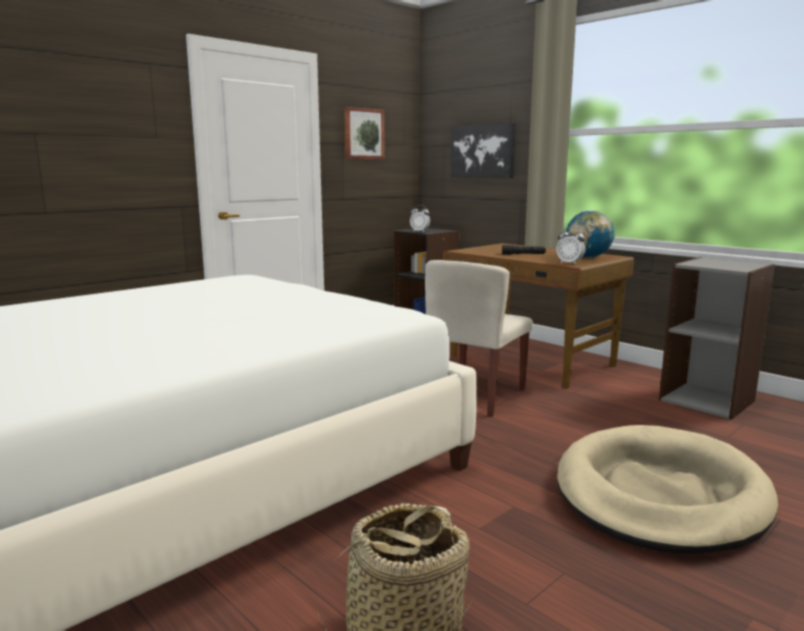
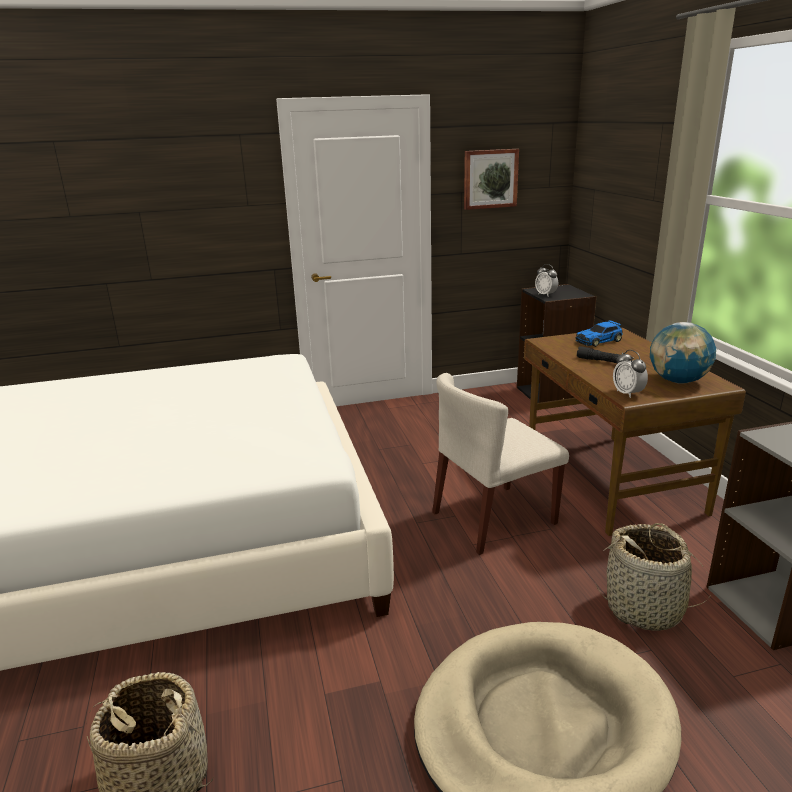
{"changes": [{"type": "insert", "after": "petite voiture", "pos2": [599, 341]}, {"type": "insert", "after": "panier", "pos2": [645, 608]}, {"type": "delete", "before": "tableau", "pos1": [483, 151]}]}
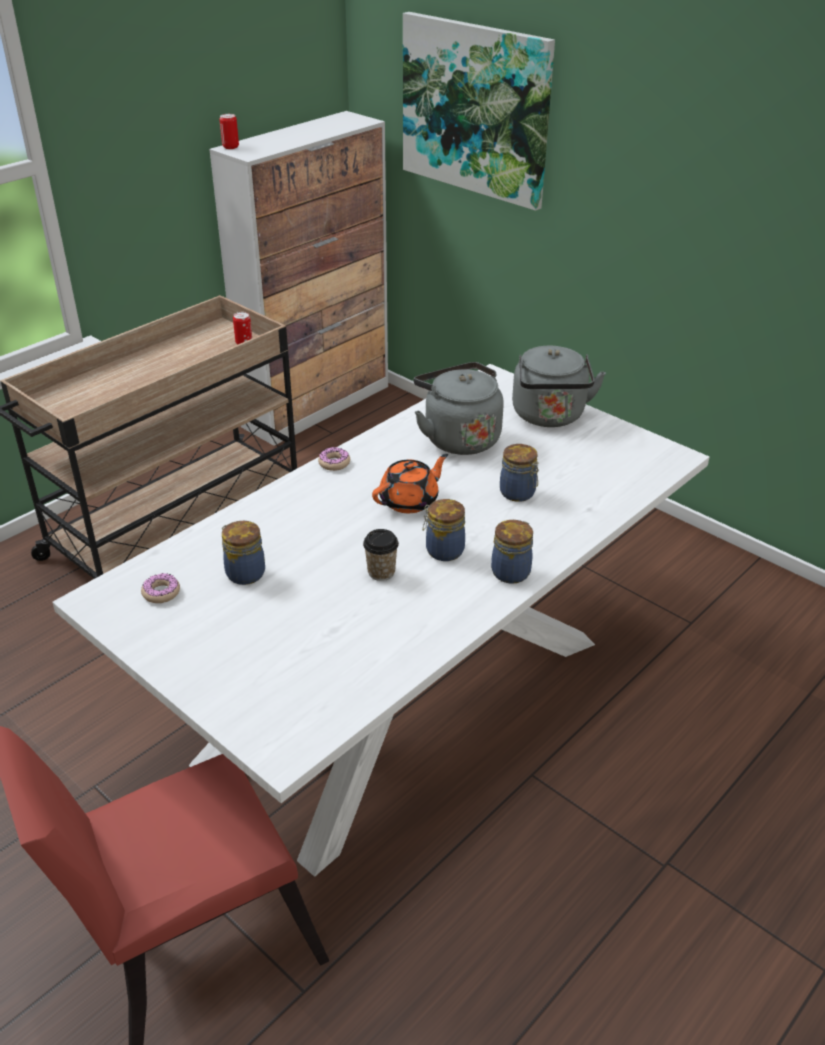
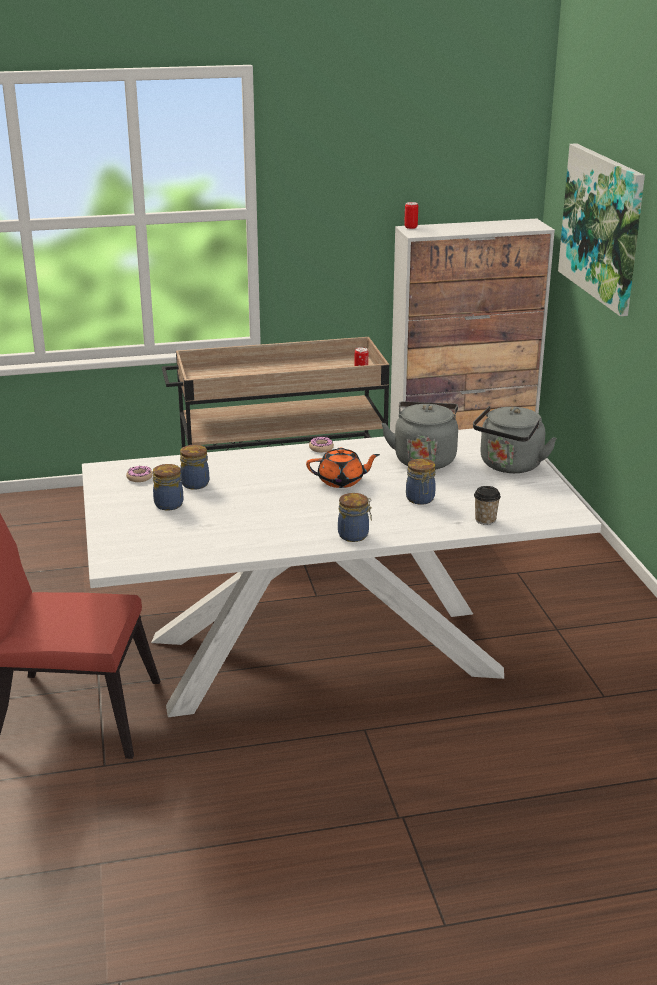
{"changes": [{"type": "move", "before": "bocal", "pos1": [443, 550], "pos2": [168, 504]}, {"type": "move", "before": "tasse", "pos1": [381, 572], "pos2": [485, 520]}]}
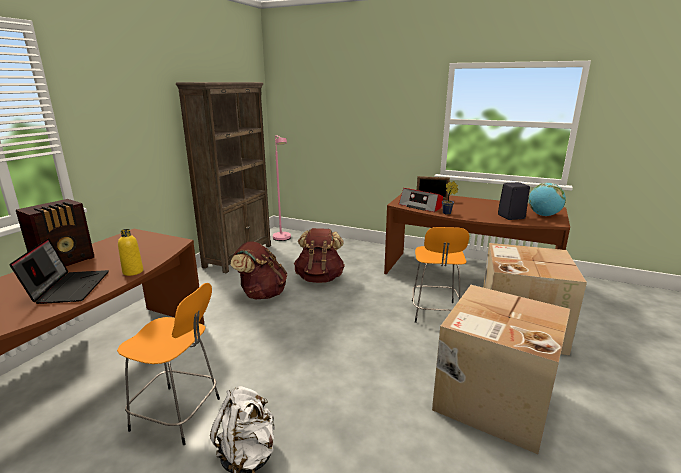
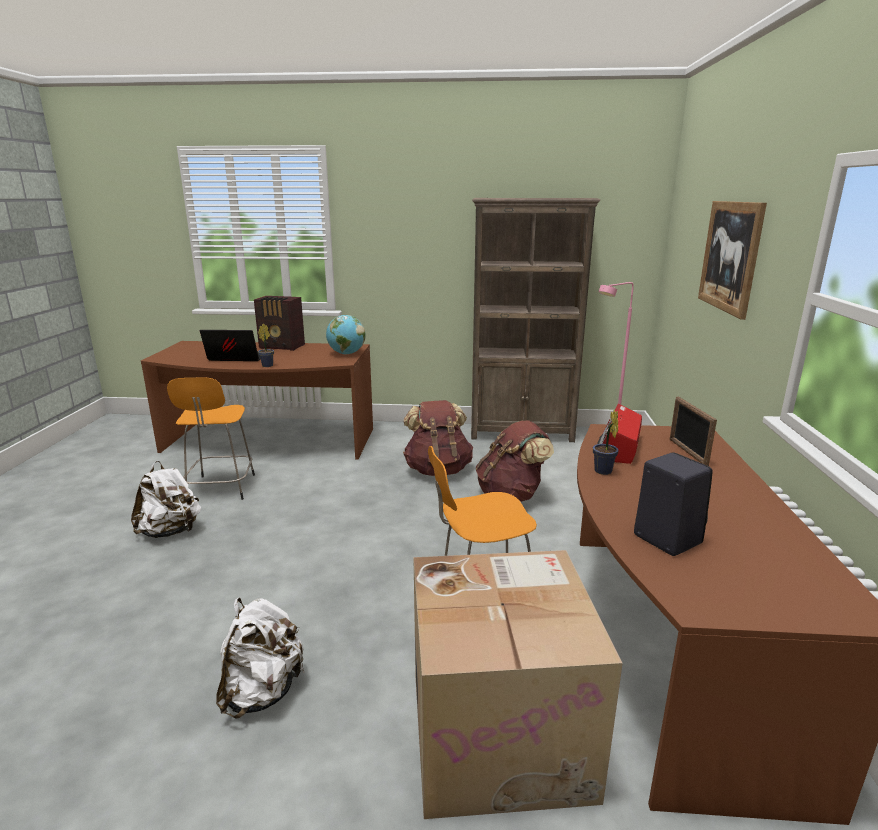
{"changes": [{"type": "rotate", "before": "ordinateur portable", "pos1": [68, 287], "pos2": [236, 358], "turn": -150}, {"type": "replace", "before": "carton", "after": "sac à dos [blanc]", "pos1": [492, 399], "pos2": [262, 691]}, {"type": "replace", "before": "bouteille [jaune]", "after": "plante en pot", "pos1": [133, 272], "pos2": [268, 365]}, {"type": "move", "before": "globe", "pos1": [543, 215], "pos2": [346, 354]}, {"type": "insert", "after": "tableau", "pos2": [730, 256]}]}
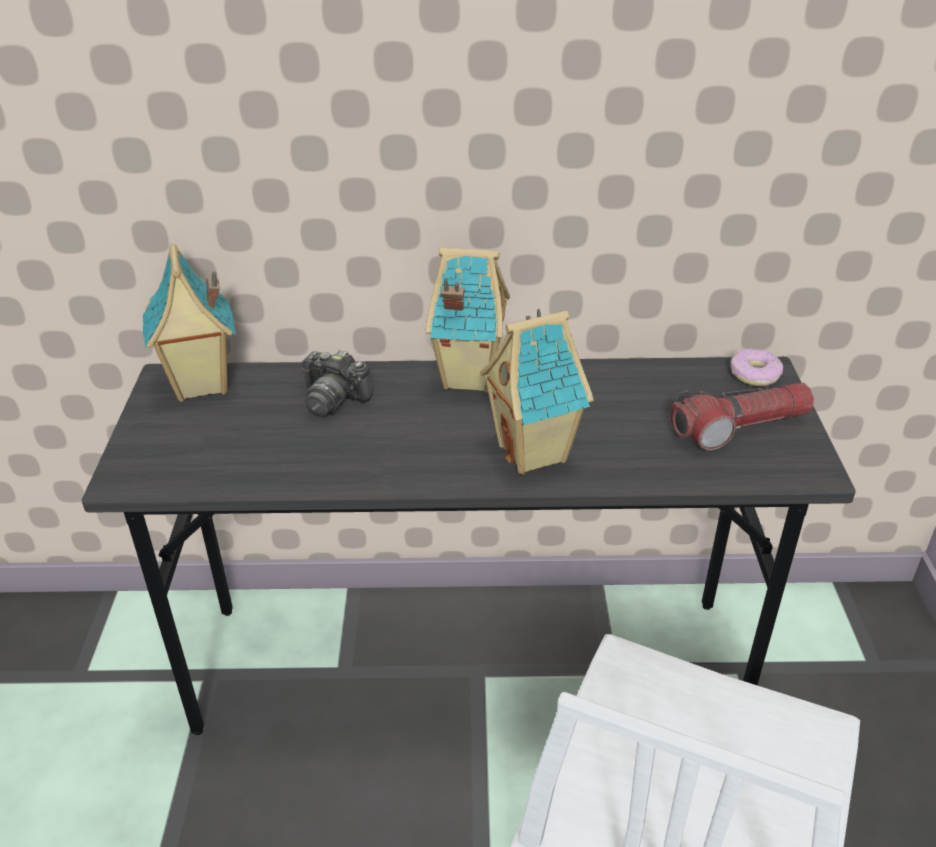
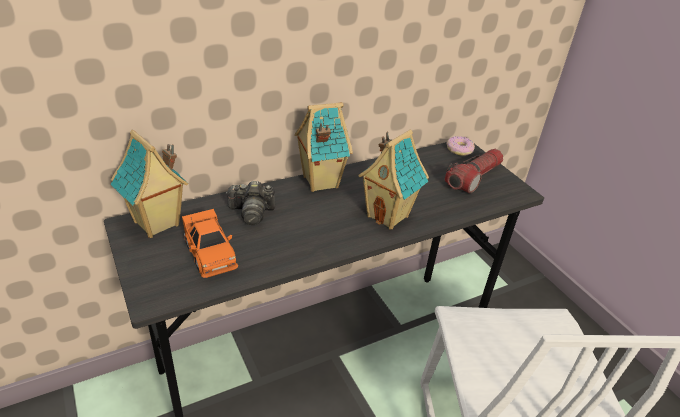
{"changes": [{"type": "insert", "after": "petite voiture [orange]", "pos2": [210, 254]}]}
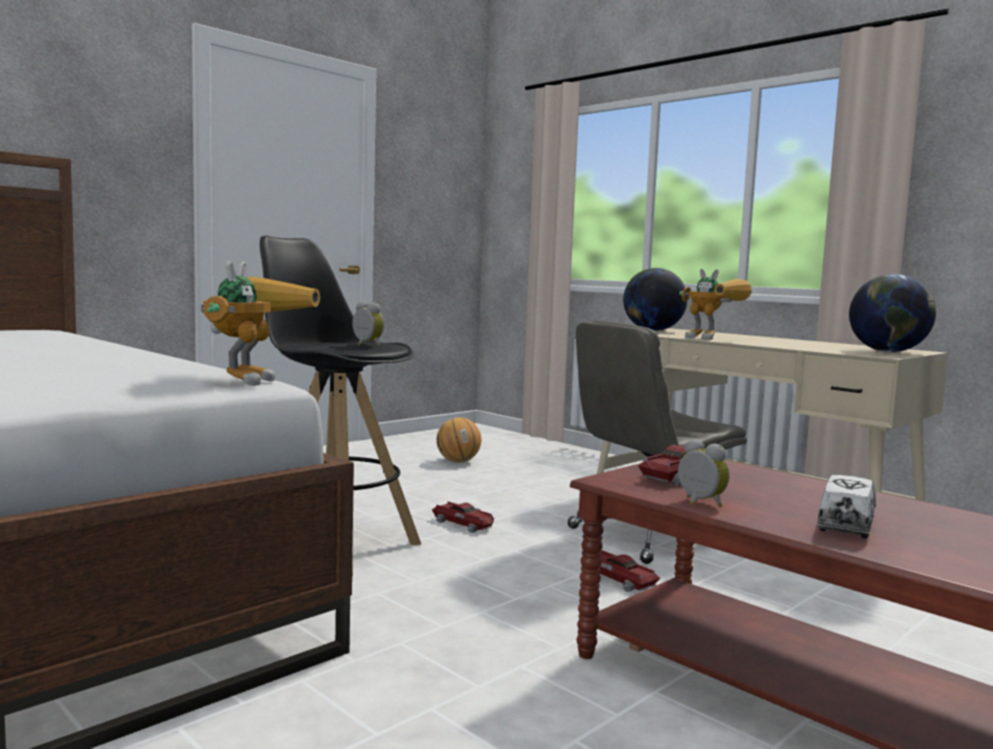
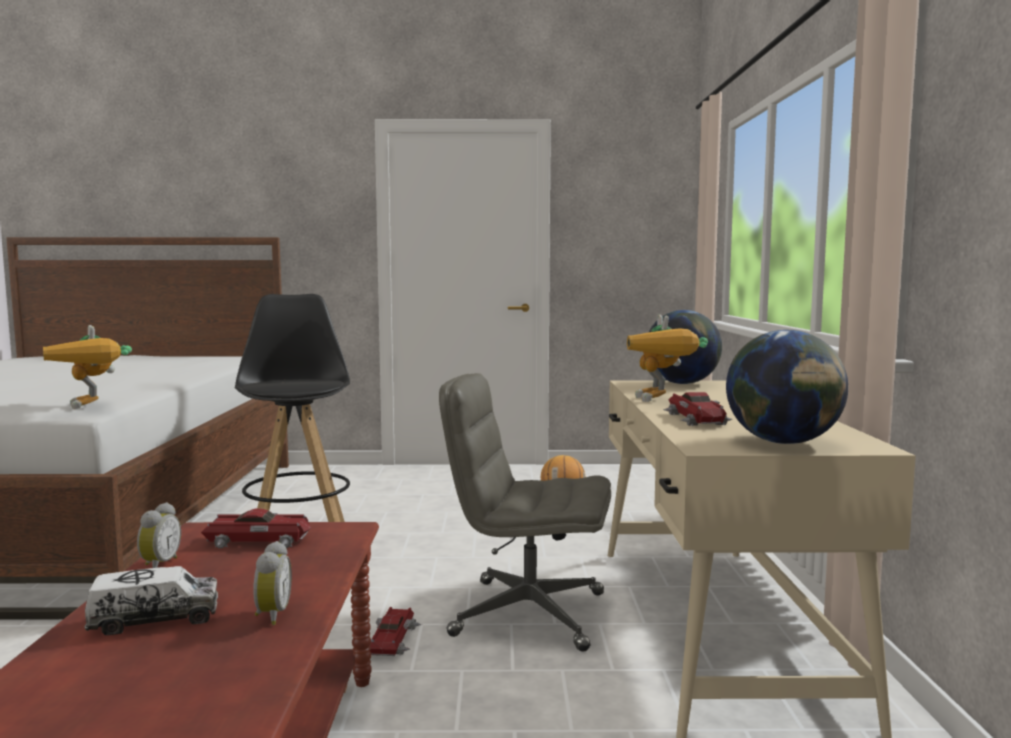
{"changes": [{"type": "rotate", "before": "robot jouet", "pos1": [252, 379], "pos2": [93, 407], "turn": 90}, {"type": "move", "before": "réveil", "pos1": [366, 345], "pos2": [270, 615]}, {"type": "move", "before": "petite voiture", "pos1": [464, 524], "pos2": [697, 419]}]}
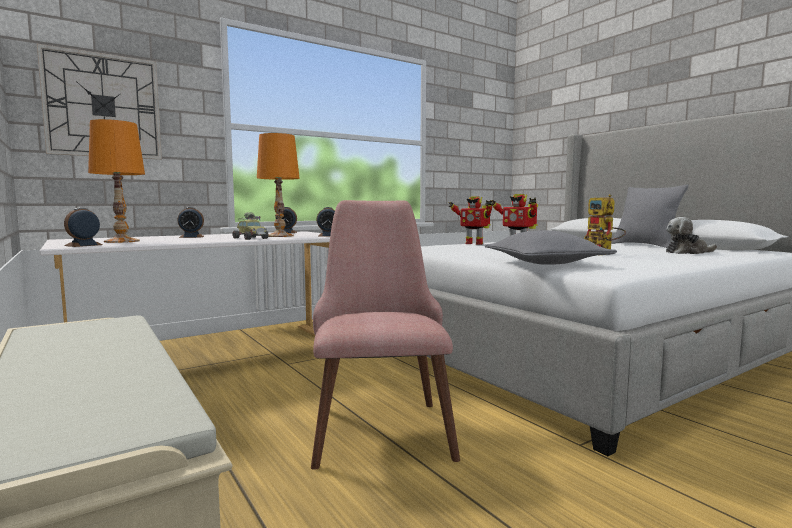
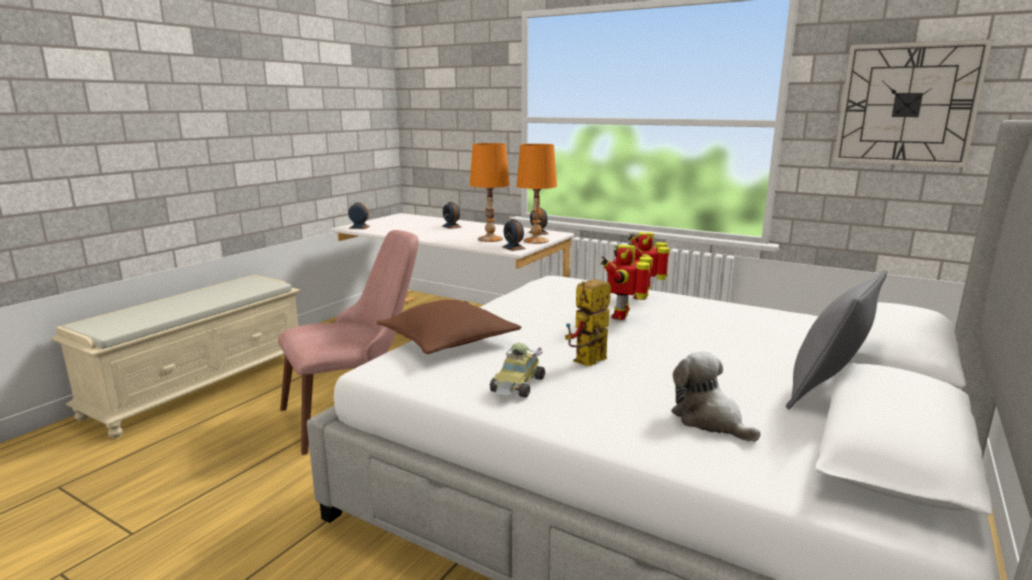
{"changes": [{"type": "recolor", "before": "coussin [gris]", "after": "coussin [marron]", "pos1": [545, 263], "pos2": [448, 340]}, {"type": "move", "before": "petite voiture", "pos1": [251, 238], "pos2": [518, 385]}, {"type": "move", "before": "lampe de table [orange]", "pos1": [121, 241], "pos2": [535, 241]}, {"type": "move", "before": "horloge murale", "pos1": [103, 106], "pos2": [907, 105]}]}
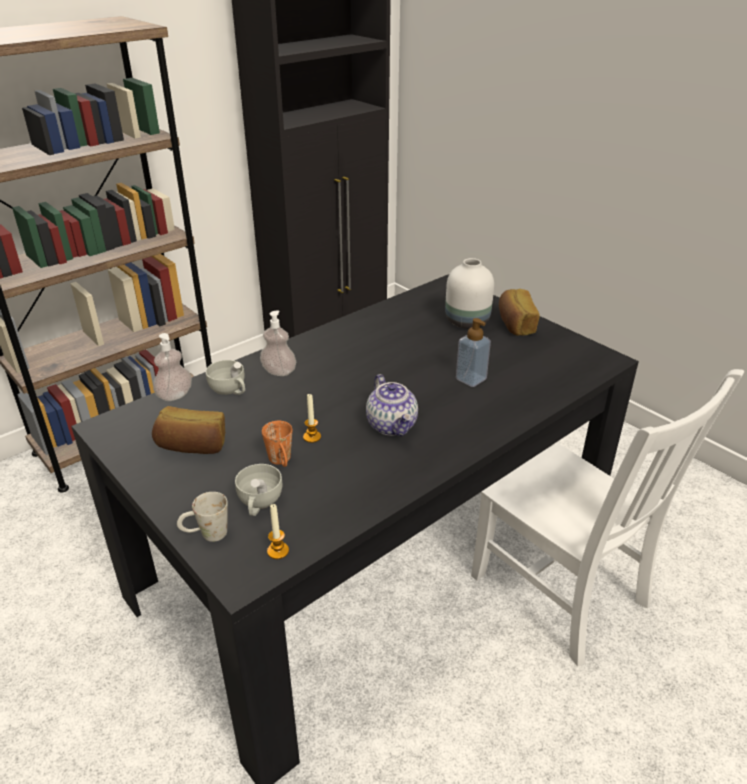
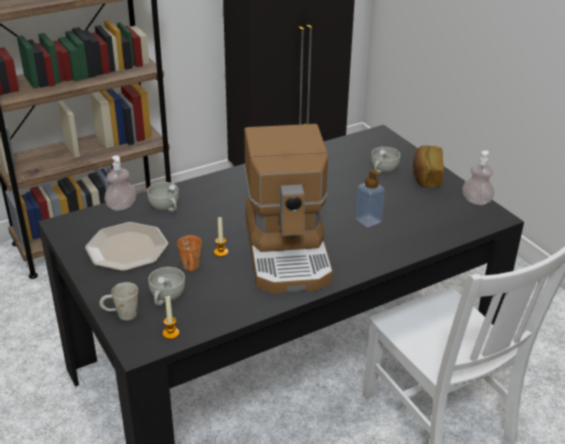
{"changes": [{"type": "replace", "before": "pain", "after": "assiette", "pos1": [192, 446], "pos2": [126, 248]}, {"type": "replace", "before": "théière", "after": "machine à café", "pos1": [392, 425], "pos2": [288, 251]}, {"type": "replace", "before": "vase [blanc]", "after": "tasse [blanc]", "pos1": [466, 322], "pos2": [382, 170]}, {"type": "move", "before": "distributeur de savon", "pos1": [279, 371], "pos2": [476, 201]}]}
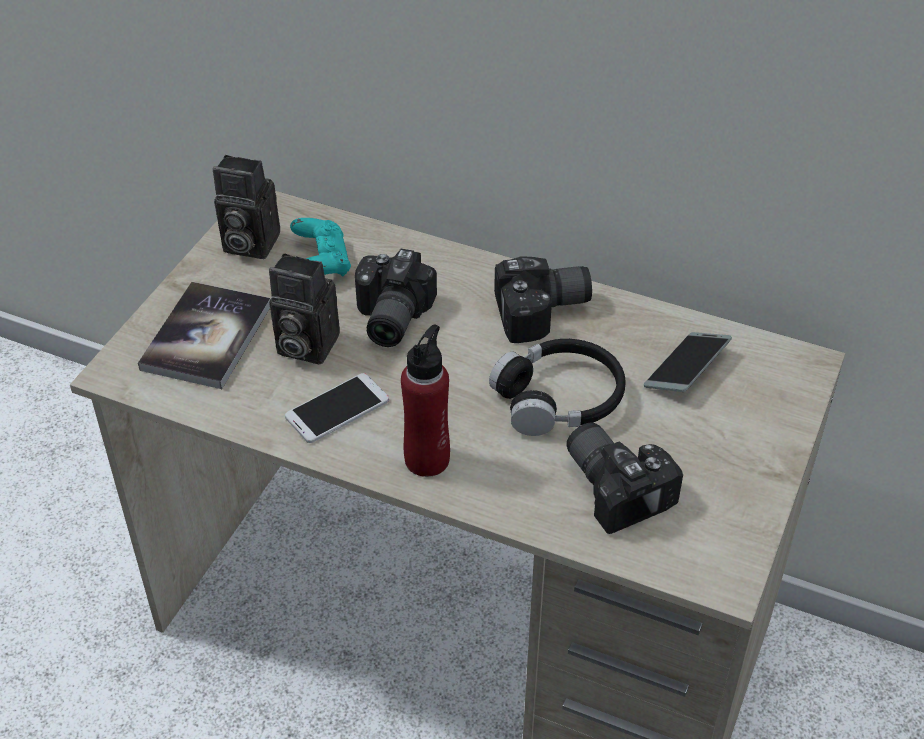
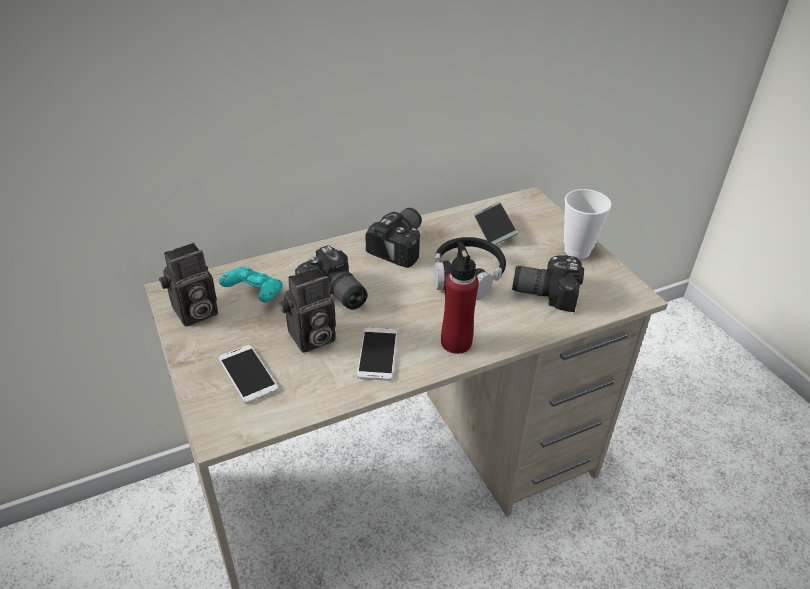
{"changes": [{"type": "replace", "before": "livre", "after": "téléphone", "pos1": [207, 337], "pos2": [248, 374]}, {"type": "insert", "after": "tasse", "pos2": [577, 251]}]}
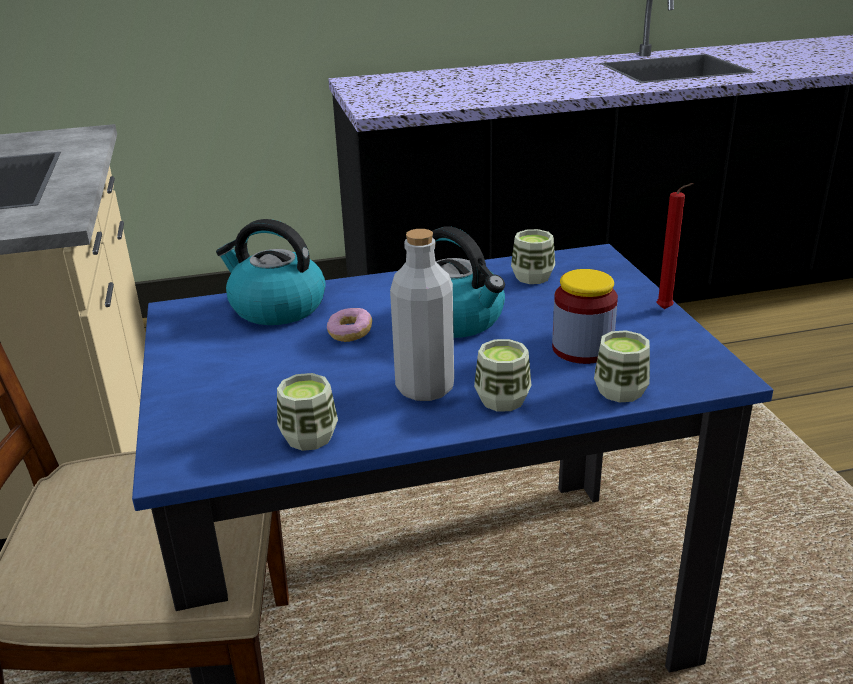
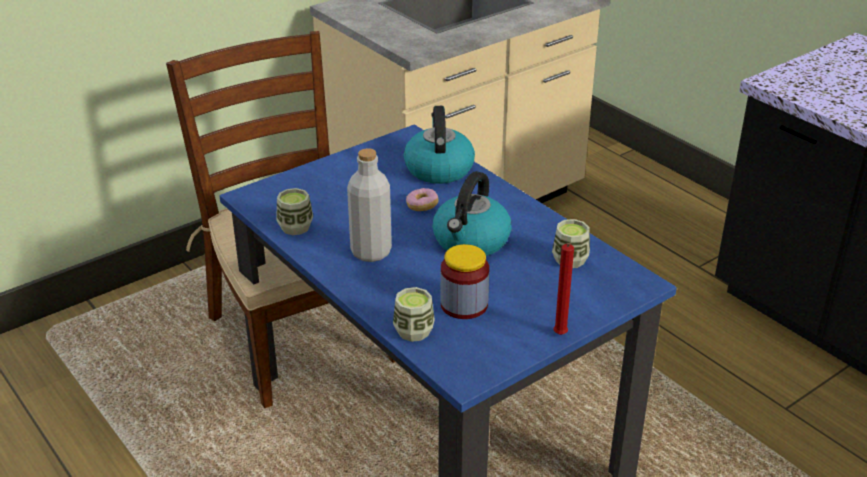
{"changes": [{"type": "delete", "before": "tasse", "pos1": [502, 400]}]}
